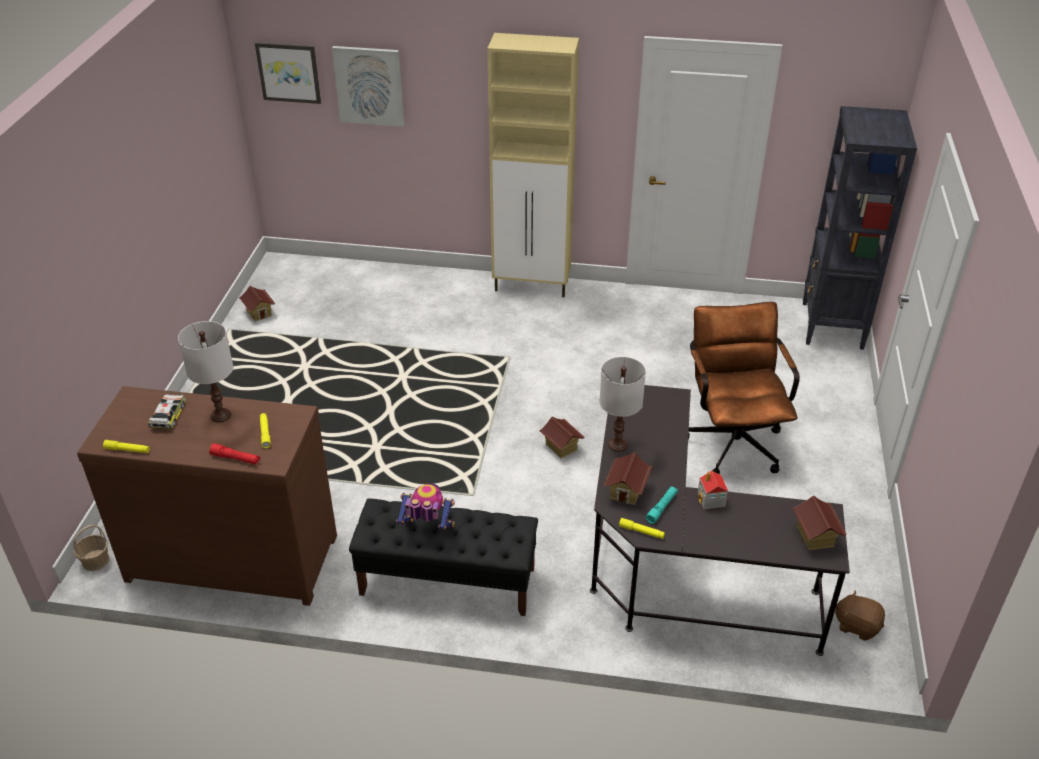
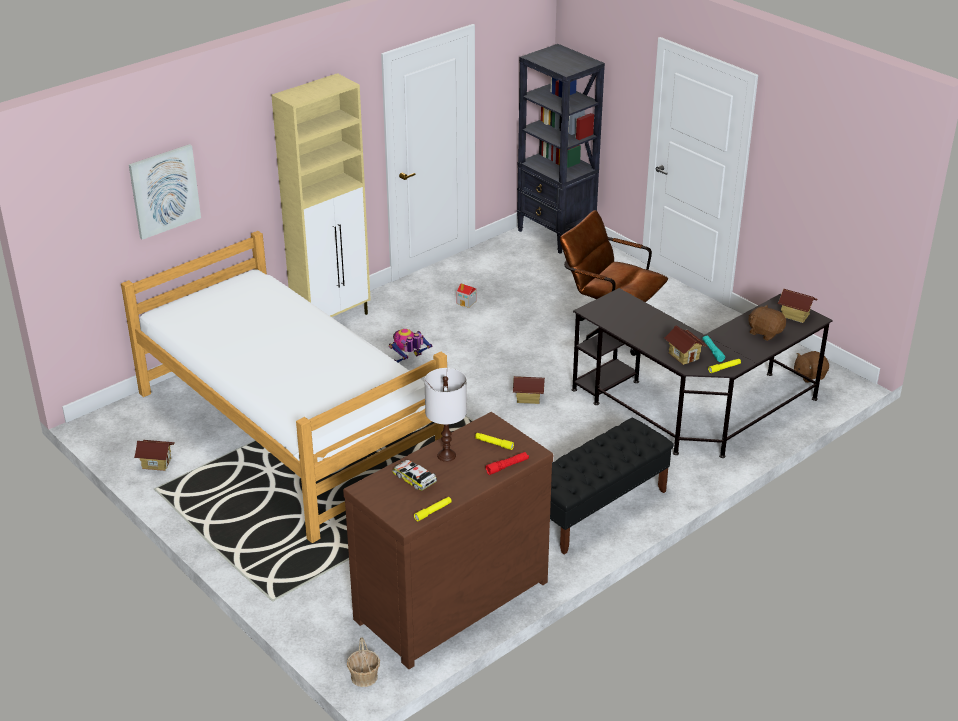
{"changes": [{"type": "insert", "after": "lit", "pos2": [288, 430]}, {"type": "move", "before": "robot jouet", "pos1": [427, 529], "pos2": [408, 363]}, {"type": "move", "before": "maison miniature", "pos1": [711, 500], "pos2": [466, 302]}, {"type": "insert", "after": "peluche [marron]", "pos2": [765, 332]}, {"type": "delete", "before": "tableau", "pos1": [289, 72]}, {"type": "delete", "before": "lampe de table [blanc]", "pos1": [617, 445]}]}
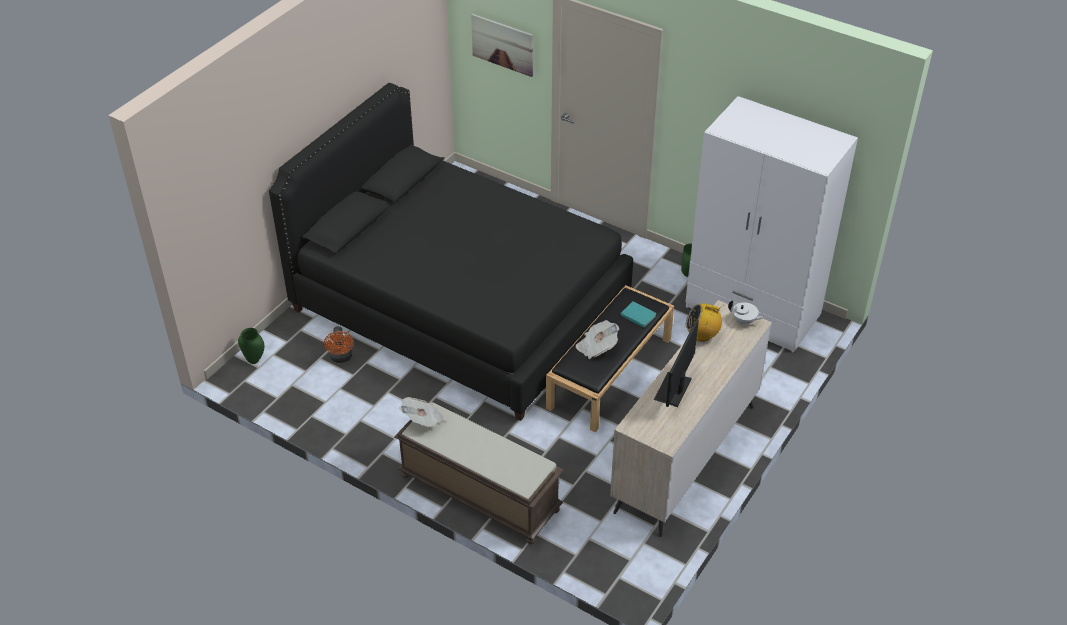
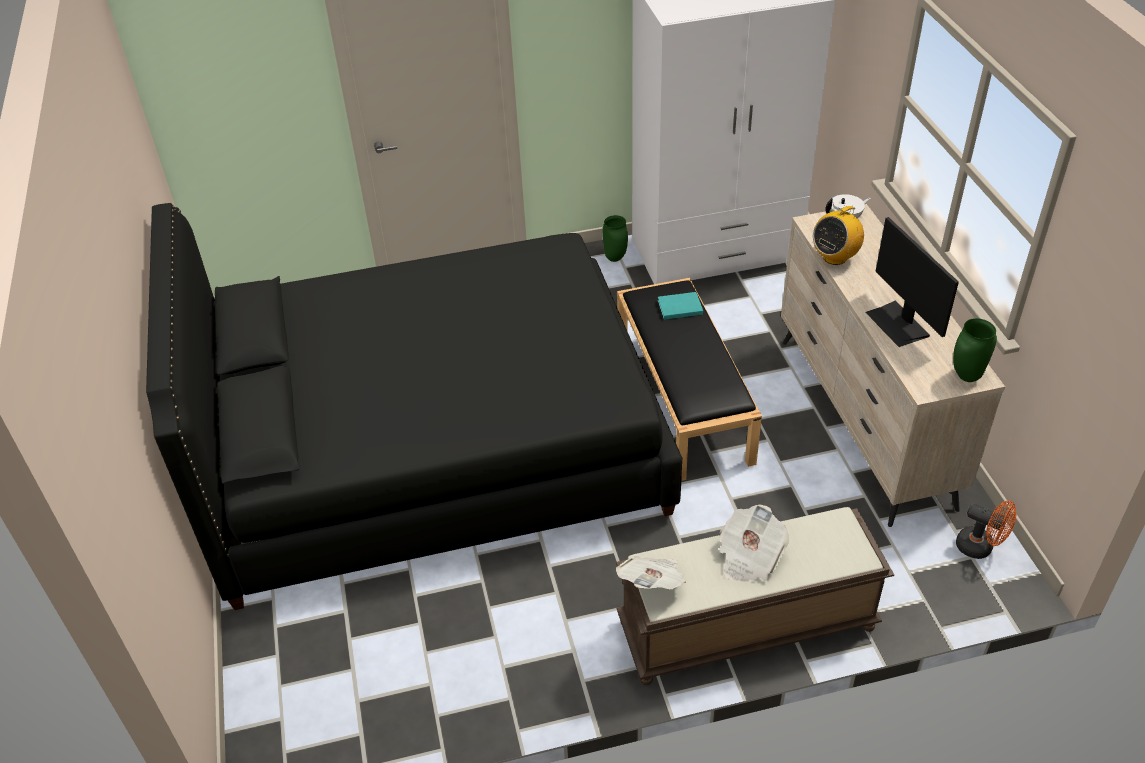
{"changes": [{"type": "move", "before": "journal", "pos1": [596, 347], "pos2": [749, 557]}, {"type": "move", "before": "vase [vert]", "pos1": [254, 360], "pos2": [967, 377]}, {"type": "move", "before": "ventilateur [orange]", "pos1": [341, 358], "pos2": [980, 547]}, {"type": "delete", "before": "tableau", "pos1": [502, 44]}]}
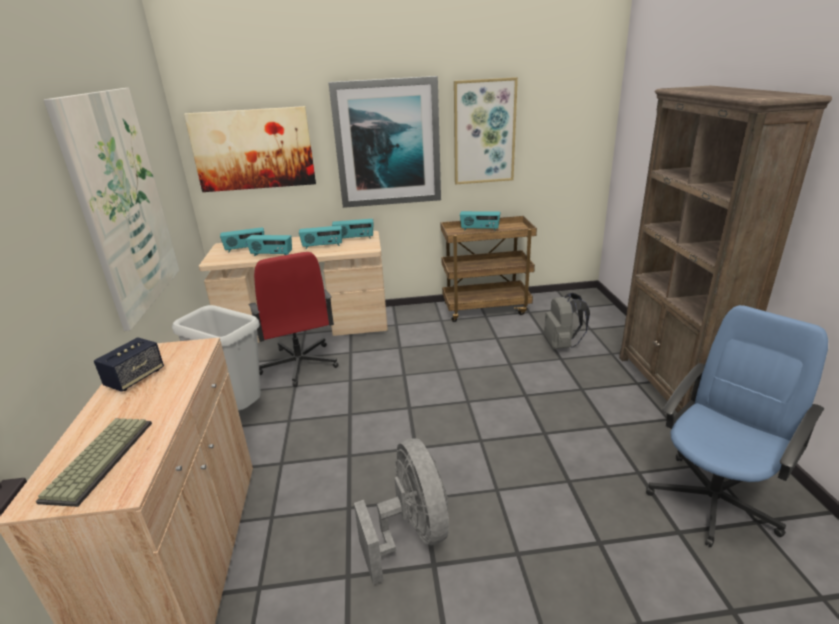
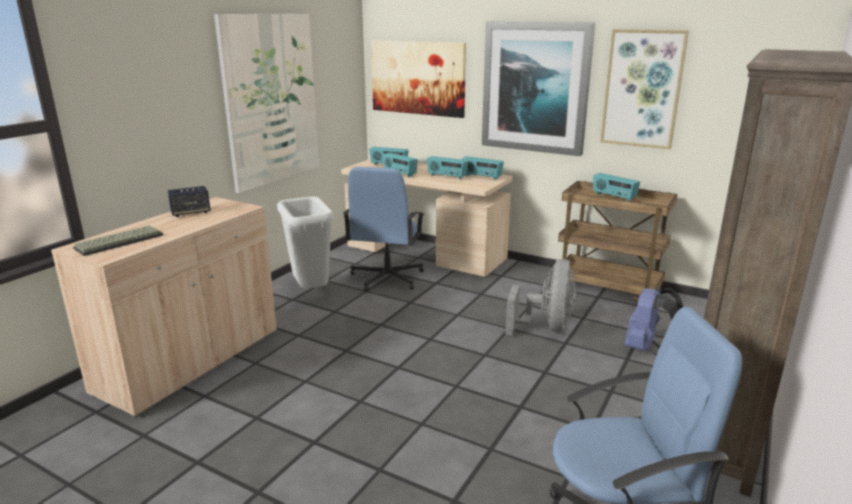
{"changes": [{"type": "recolor", "before": "chaise de bureau [rouge]", "after": "chaise de bureau [bleu]", "pos1": [299, 365], "pos2": [386, 278]}, {"type": "move", "before": "ventilateur [gris]", "pos1": [411, 533], "pos2": [546, 327]}, {"type": "recolor", "before": "sac à dos [gris]", "after": "sac à dos [bleu]", "pos1": [562, 345], "pos2": [646, 348]}]}
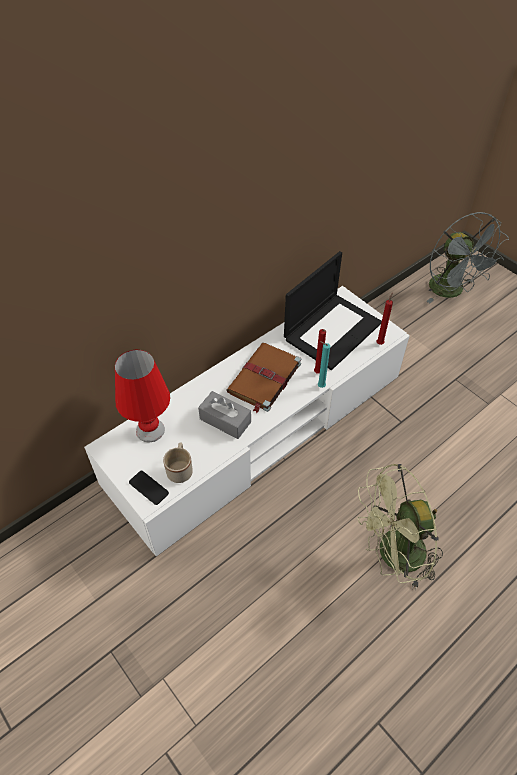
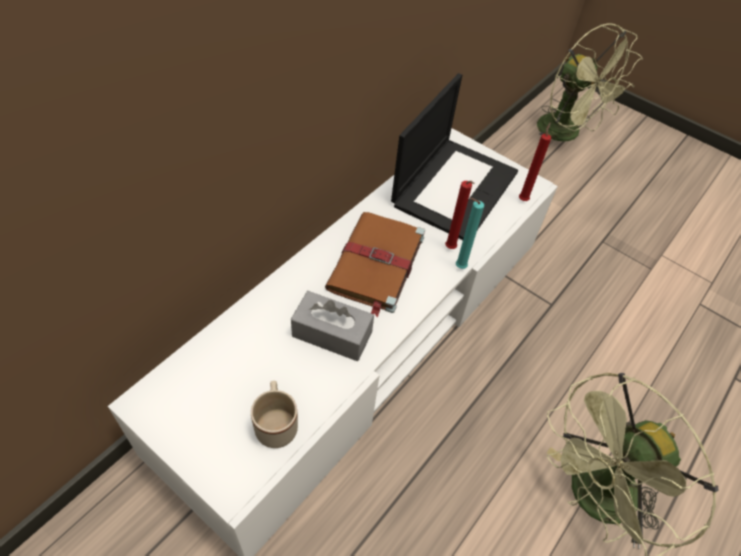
{"changes": [{"type": "recolor", "before": "ventilateur [gris]", "after": "ventilateur [vert]", "pos1": [451, 291], "pos2": [566, 134]}, {"type": "delete", "before": "lampe de table [rouge]", "pos1": [150, 430]}, {"type": "delete", "before": "téléphone", "pos1": [148, 488]}]}
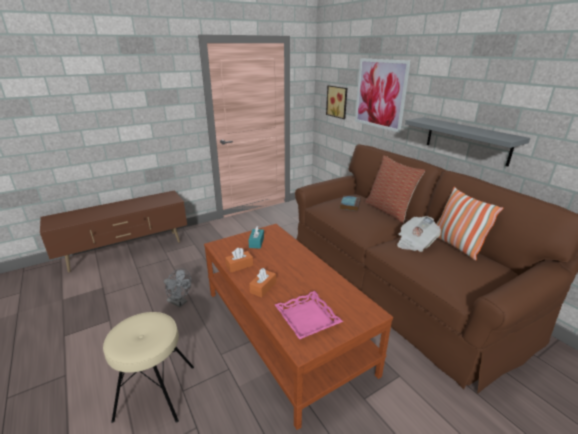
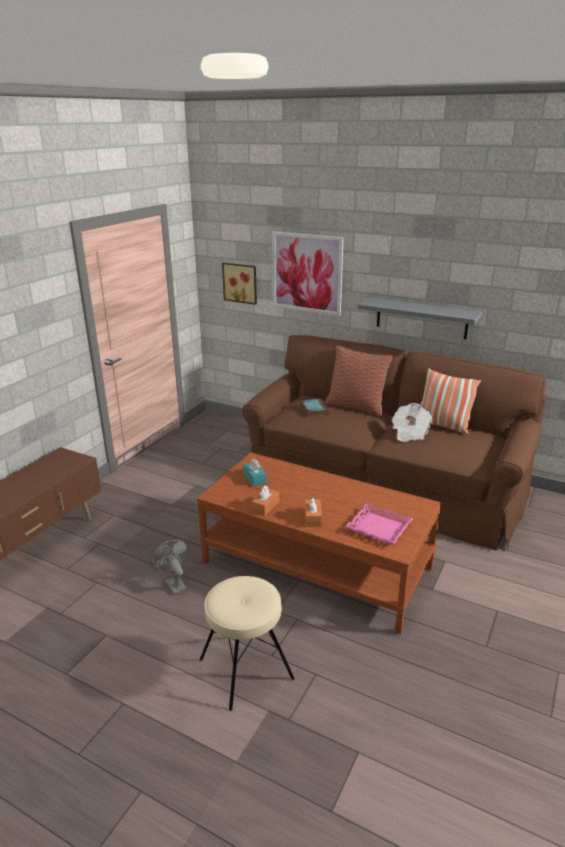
{"changes": [{"type": "rotate", "before": "ventilateur [gris]", "pos1": [179, 302], "pos2": [174, 584], "turn": -120}]}
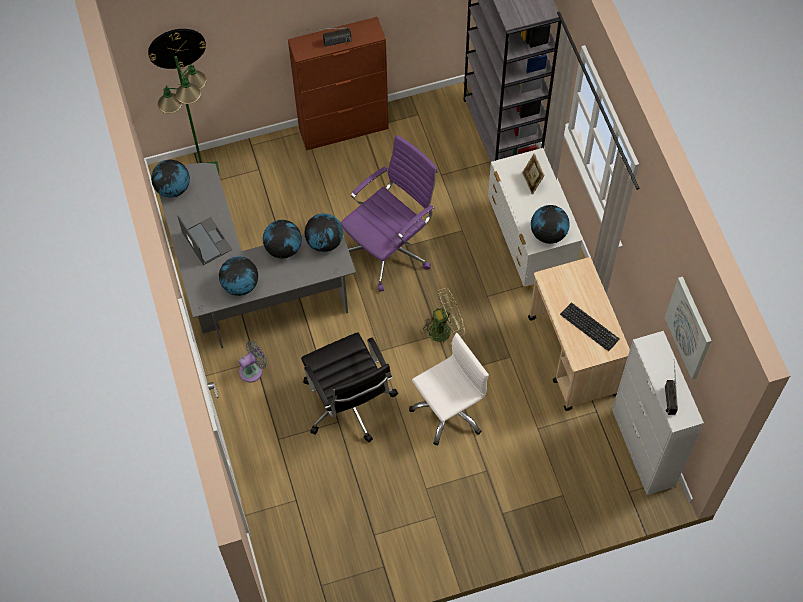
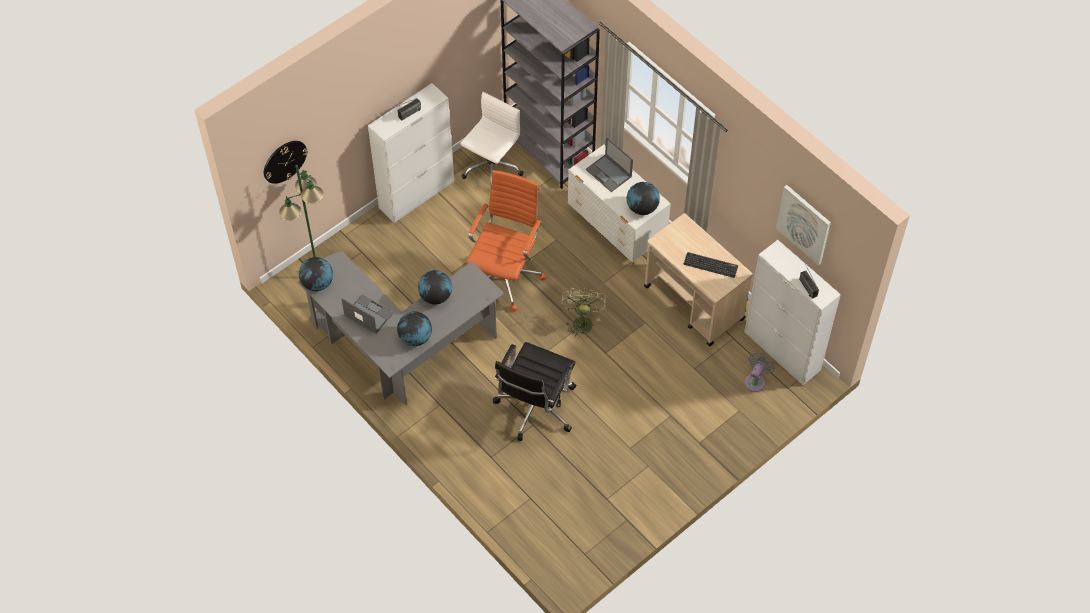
{"changes": [{"type": "recolor", "before": "meuble de rangement [marron]", "after": "meuble de rangement [blanc]", "pos1": [344, 129], "pos2": [417, 194]}, {"type": "move", "before": "chaise de bureau [blanc]", "pos1": [448, 410], "pos2": [491, 168]}, {"type": "recolor", "before": "chaise de bureau [violet]", "after": "chaise de bureau [orange]", "pos1": [390, 248], "pos2": [505, 274]}, {"type": "rotate", "before": "chaise de bureau [noir]", "pos1": [349, 404], "pos2": [535, 408], "turn": 75}, {"type": "rotate", "before": "ventilateur [vert]", "pos1": [444, 329], "pos2": [582, 321], "turn": -45}, {"type": "replace", "before": "cadre photo", "after": "ordinateur portable", "pos1": [532, 182], "pos2": [609, 173]}, {"type": "move", "before": "ventilateur [gris]", "pos1": [253, 370], "pos2": [756, 381]}, {"type": "delete", "before": "globe", "pos1": [325, 242]}]}
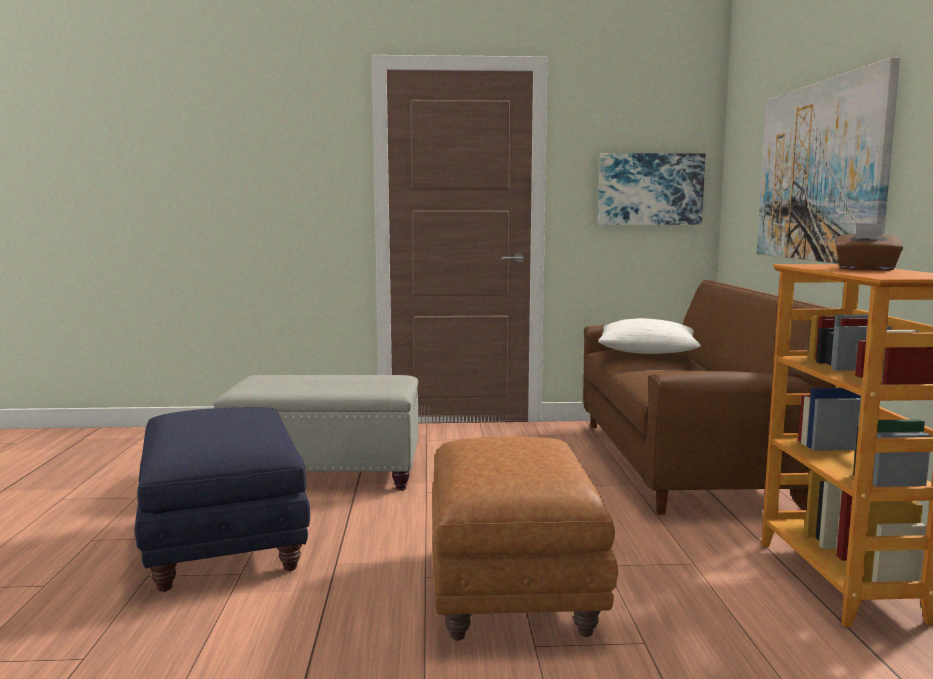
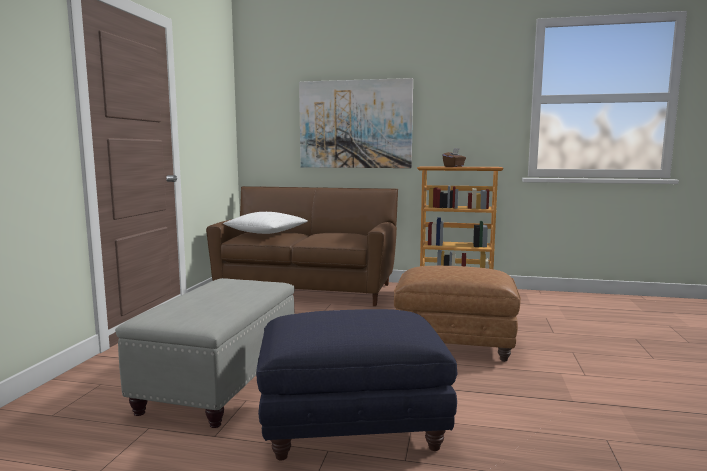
{"changes": [{"type": "delete", "before": "tableau", "pos1": [649, 189]}]}
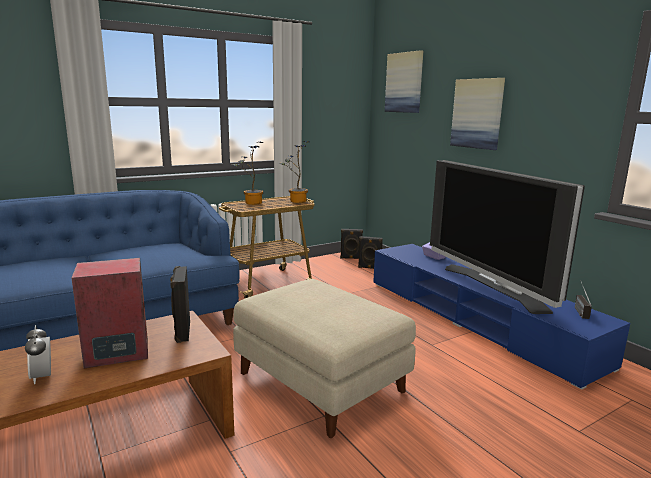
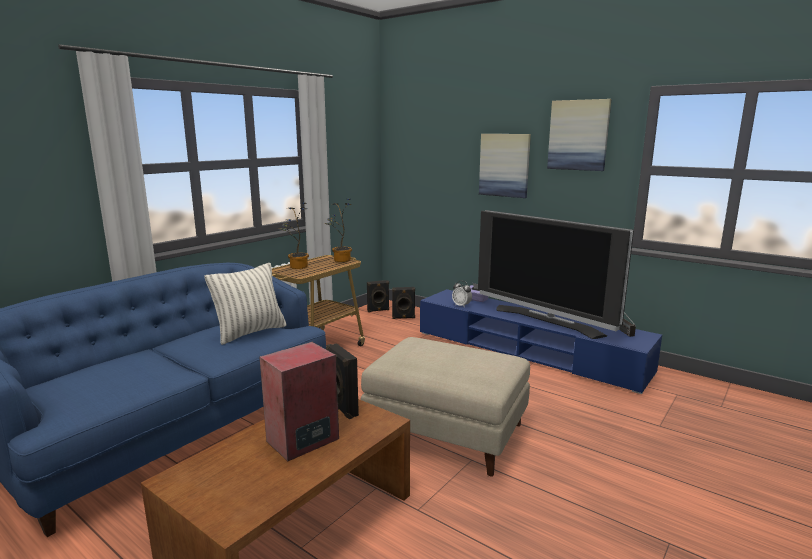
{"changes": [{"type": "insert", "after": "coussin", "pos2": [250, 332]}, {"type": "move", "before": "réveil", "pos1": [42, 376], "pos2": [461, 306]}, {"type": "move", "before": "tableau", "pos1": [404, 82], "pos2": [578, 135]}]}
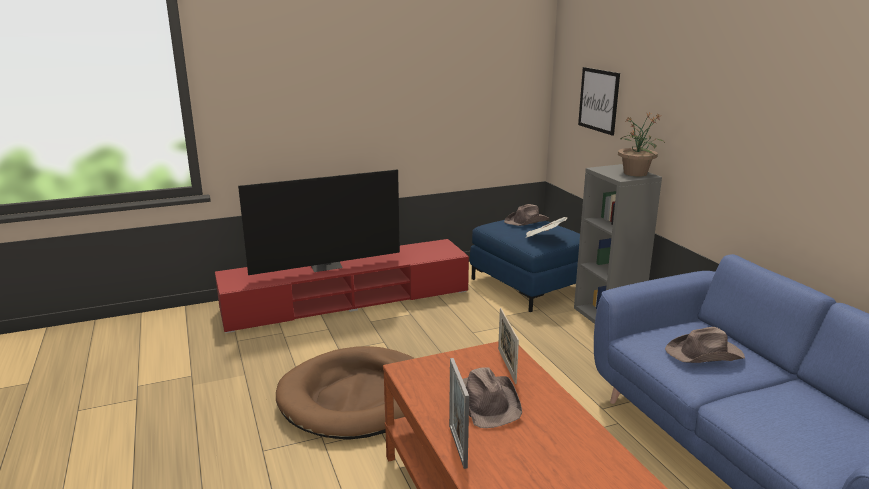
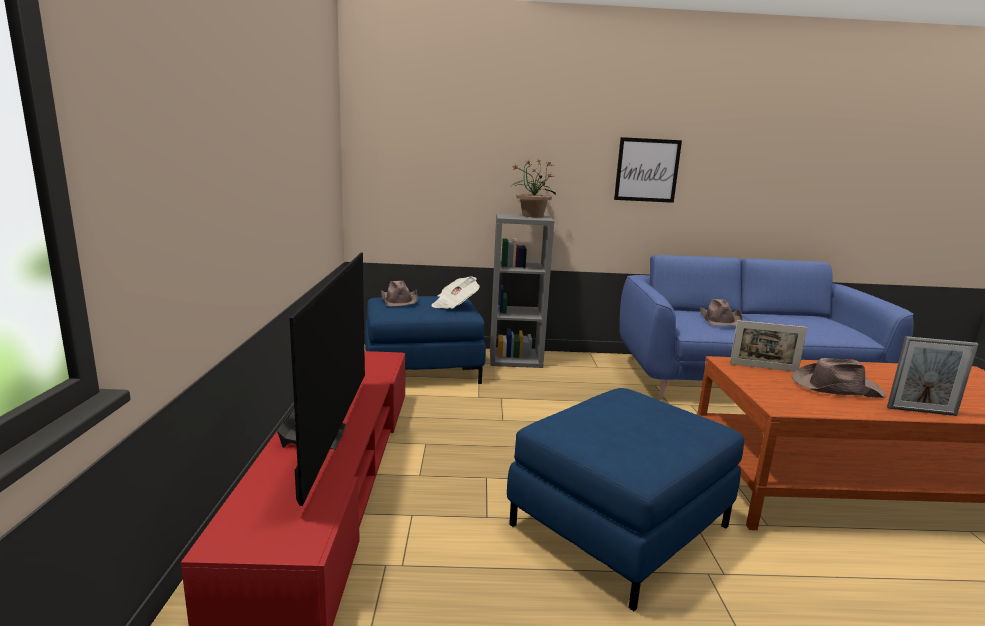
{"changes": [{"type": "replace", "before": "panier pour chien [marron]", "after": "pouf [bleu]", "pos1": [358, 397], "pos2": [619, 525]}, {"type": "move", "before": "tableau", "pos1": [598, 100], "pos2": [647, 170]}]}
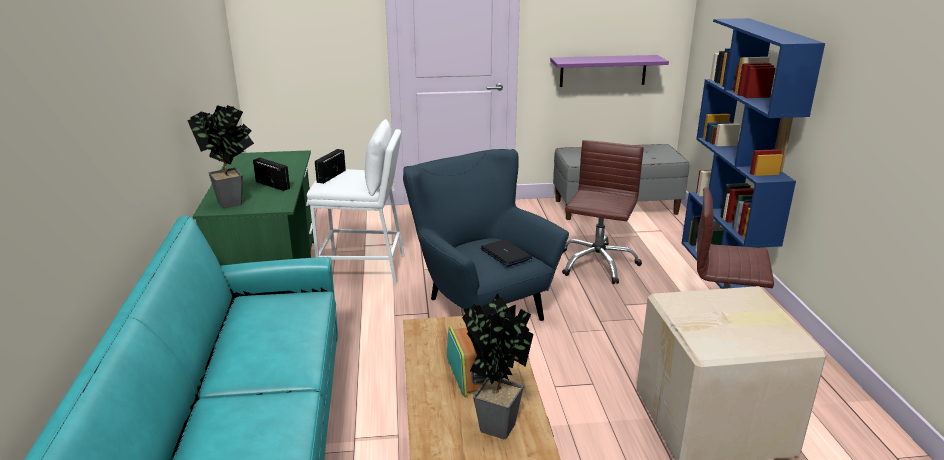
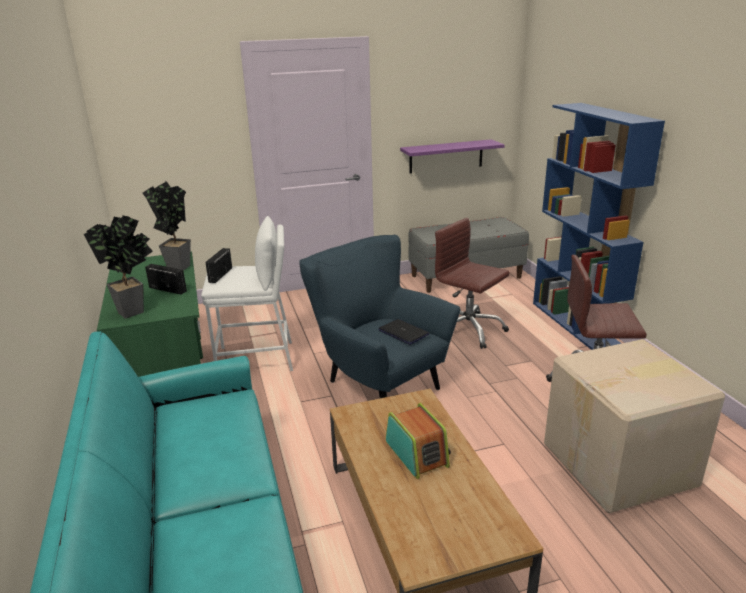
{"changes": [{"type": "move", "before": "plante en pot", "pos1": [493, 423], "pos2": [177, 266]}, {"type": "rotate", "before": "chaise de bureau [marron]", "pos1": [596, 263], "pos2": [468, 330], "turn": -60}]}
